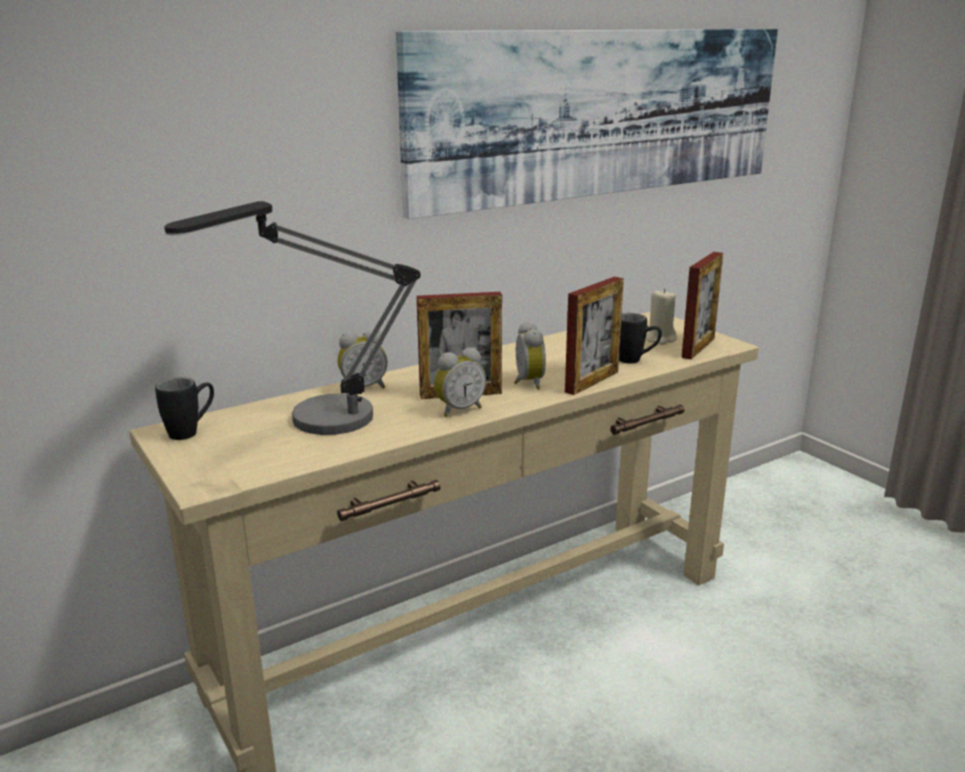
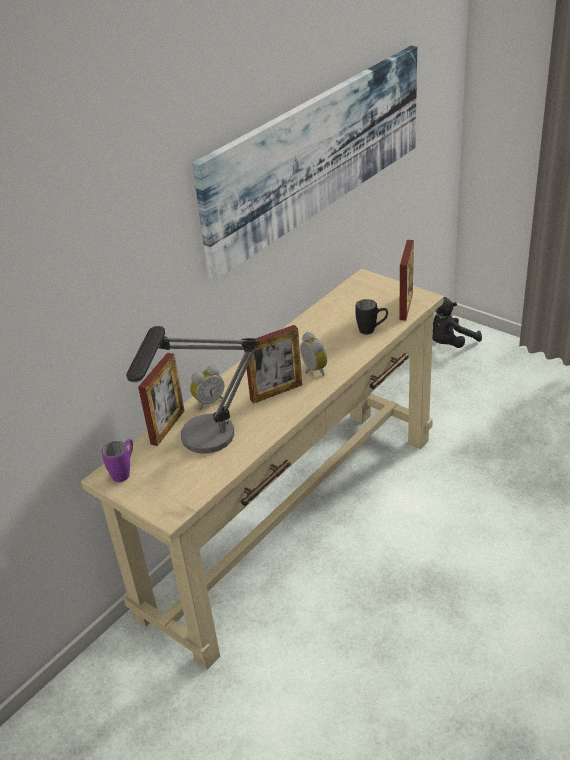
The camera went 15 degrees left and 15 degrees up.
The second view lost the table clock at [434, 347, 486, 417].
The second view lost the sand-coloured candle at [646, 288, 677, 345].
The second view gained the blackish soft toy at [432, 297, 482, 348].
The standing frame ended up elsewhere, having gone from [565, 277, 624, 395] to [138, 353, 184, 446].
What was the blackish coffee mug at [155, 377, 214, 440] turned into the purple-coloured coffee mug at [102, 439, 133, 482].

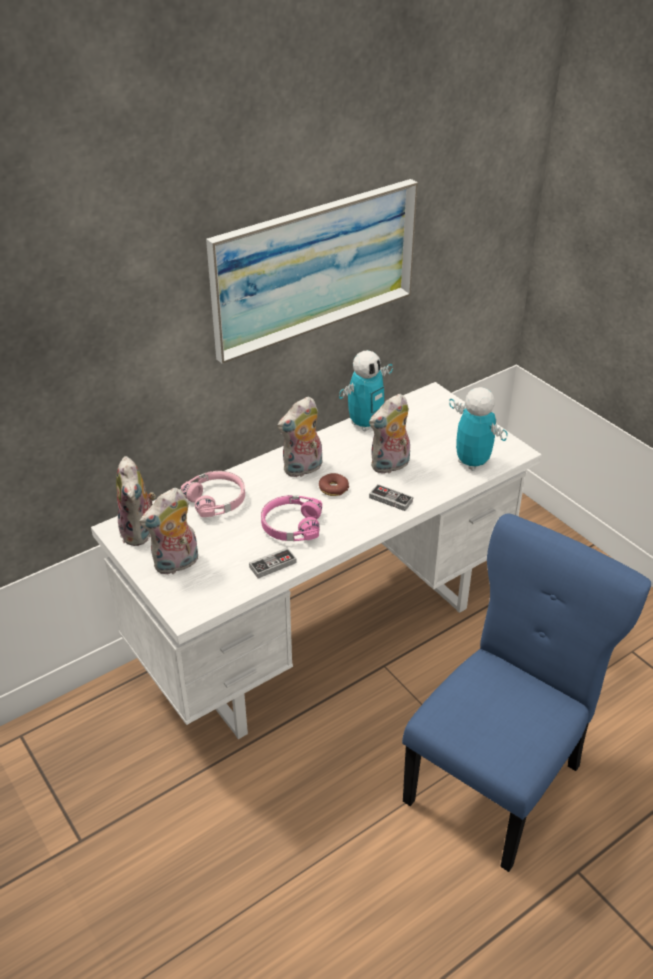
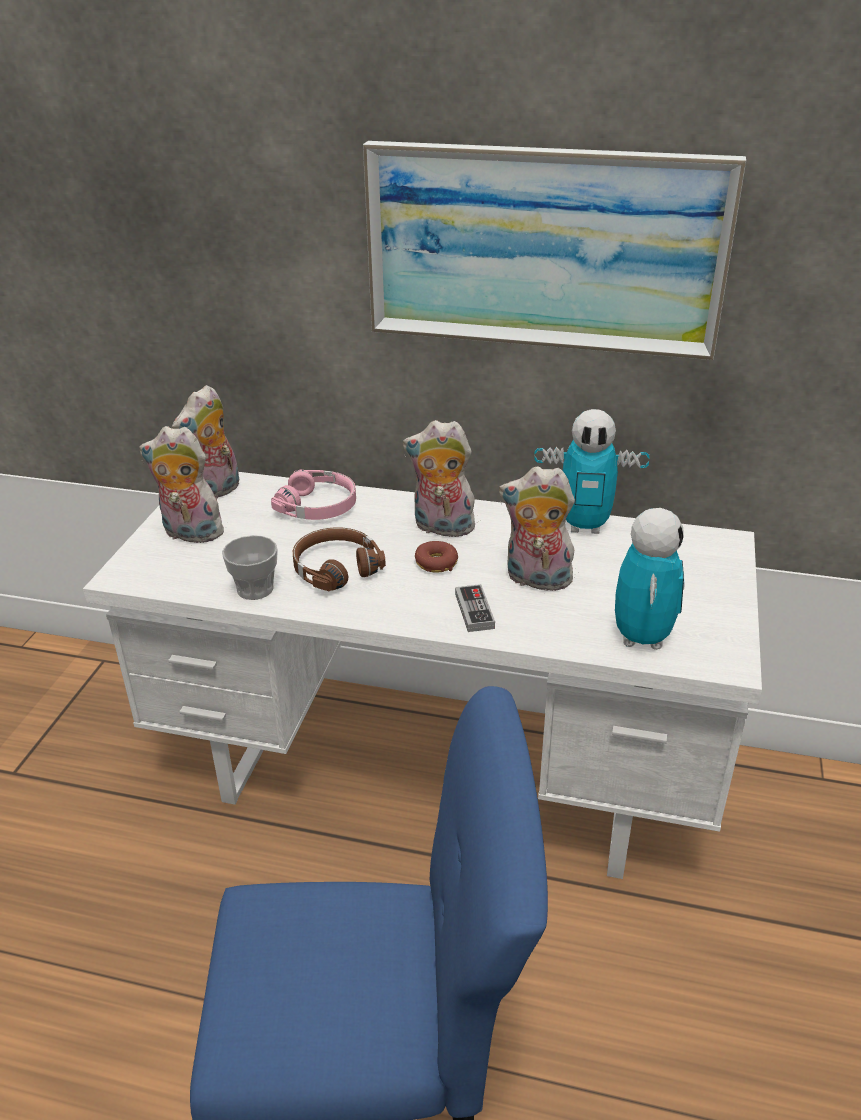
The camera went 50 degrees right and 5 degrees down.
Where the gamepad stood at [249, 548, 297, 579], the drinking cup came to stand at [222, 535, 278, 600].
What was the pink-coloured headphones at [261, 495, 322, 541] turned into the brown-coloured headphones at [293, 527, 386, 592].

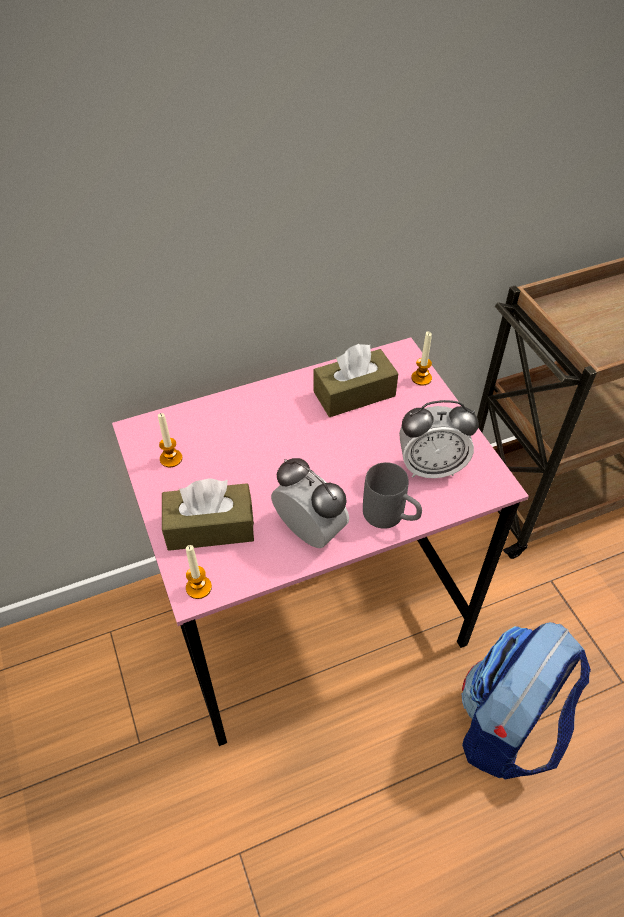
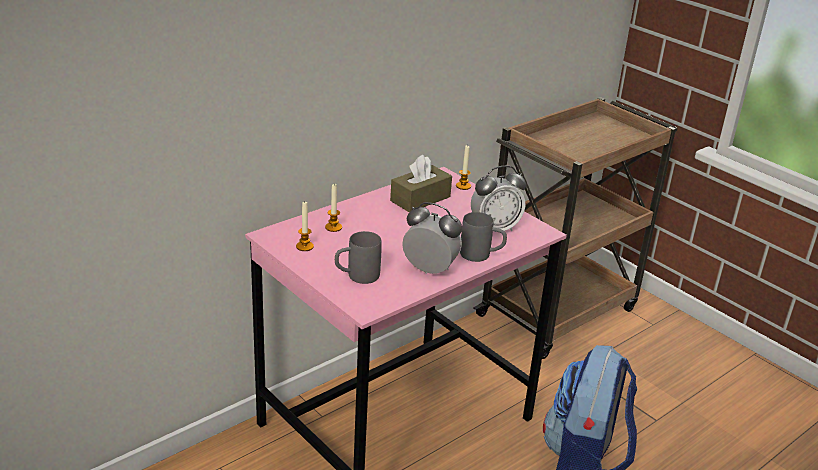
The camera went 20 degrees left and 20 degrees down.
The candle ended up elsewhere, having gone from [186, 545, 212, 599] to [325, 183, 342, 232].
Where the brown-coloured box of tissues stood at [162, 478, 254, 551], the grey coffee mug came to stand at [335, 231, 382, 284].

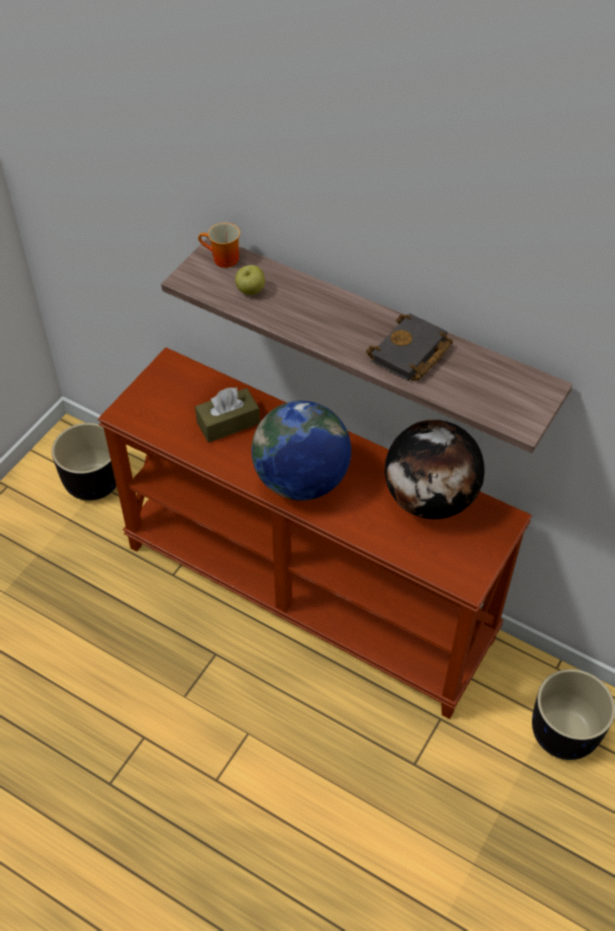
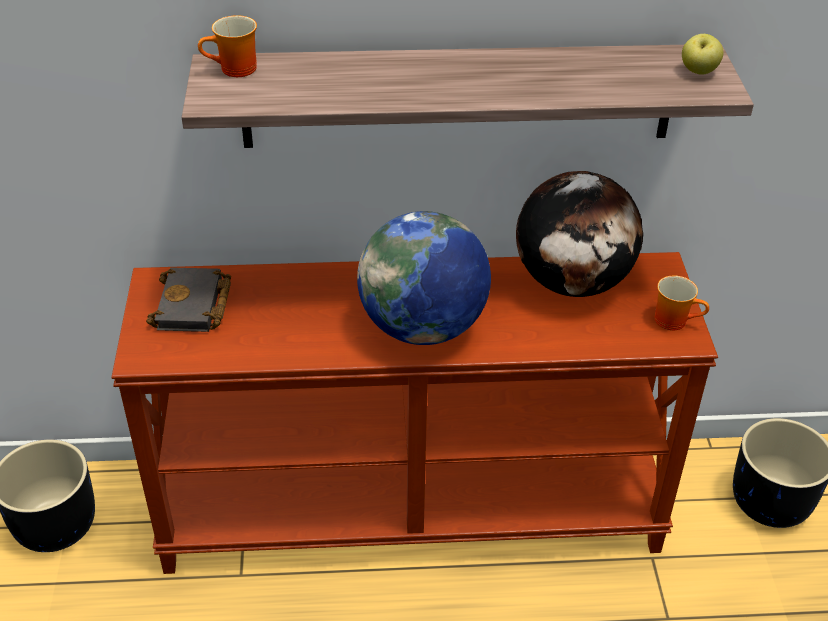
The camera went 35 degrees left and 10 degrees down.
The second view lost the brown-coloured box of tissues at [195, 387, 260, 442].
The second view gained the coffee mug at [655, 276, 709, 331].
The apple ended up elsewhere, having gone from [235, 265, 265, 295] to [682, 34, 724, 75].
The blackish bound book ended up elsewhere, having gone from [366, 313, 453, 381] to [146, 267, 231, 332].

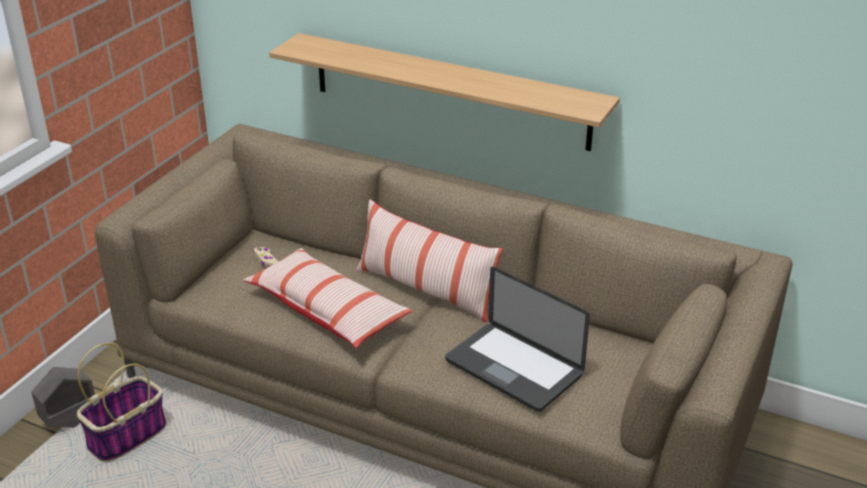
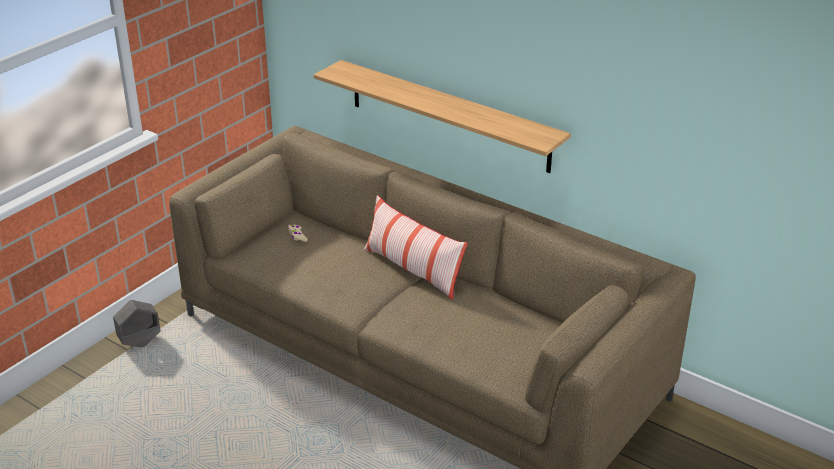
The camera went 10 degrees right and 0 degrees up.
The second view lost the storage basket at [77, 343, 167, 462].
The second view lost the cushion at [243, 248, 413, 348].
The second view lost the portable computer at [445, 267, 590, 412].

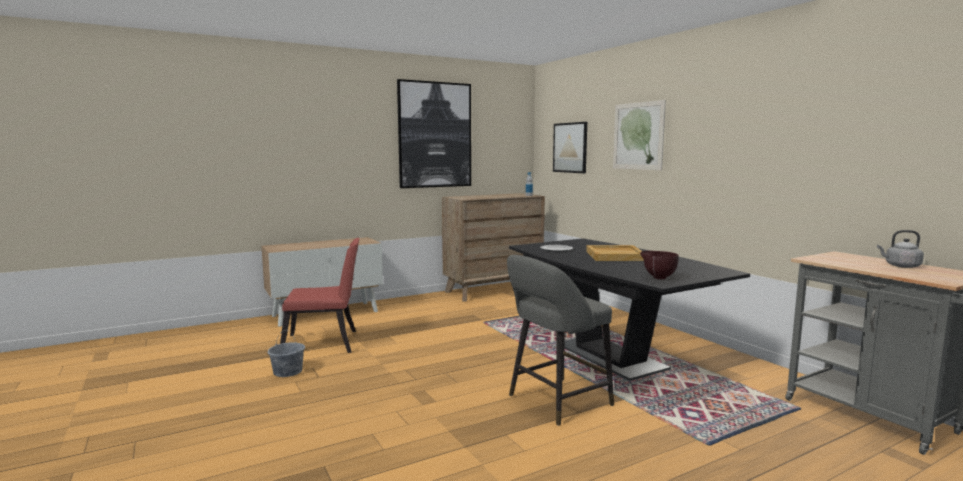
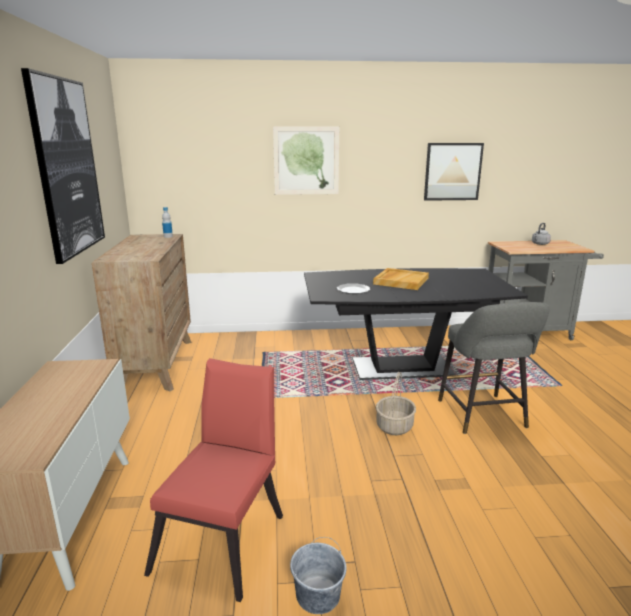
The camera went 65 degrees left and 10 degrees up.
The second view lost the brown-coloured bowl at [640, 251, 679, 279].
The second view gained the storage basket at [376, 372, 416, 435].
The wall picture ended up elsewhere, having gone from [553, 122, 587, 173] to [424, 143, 484, 201].

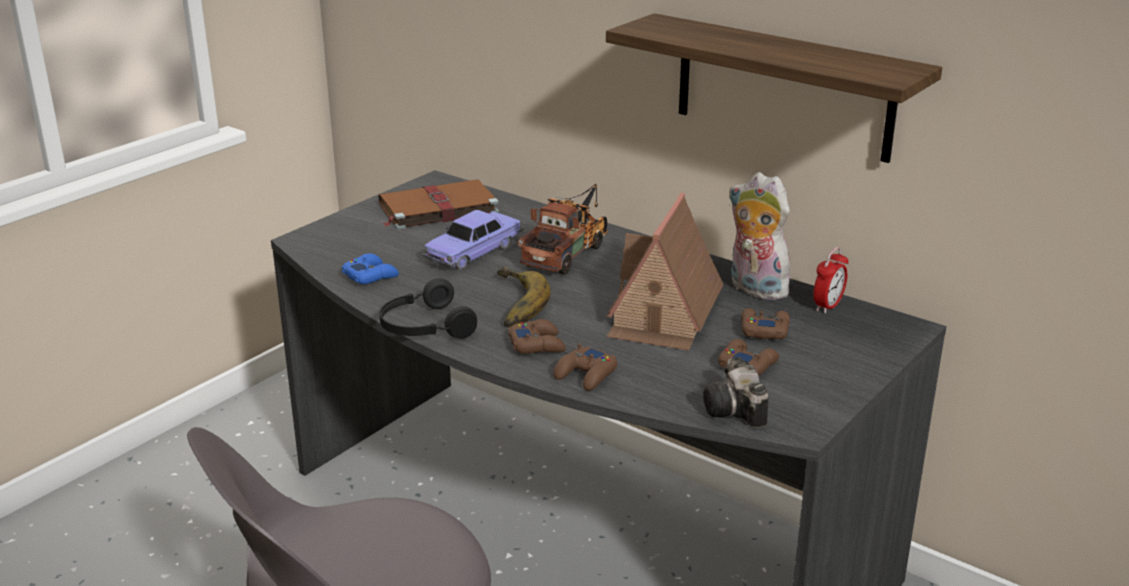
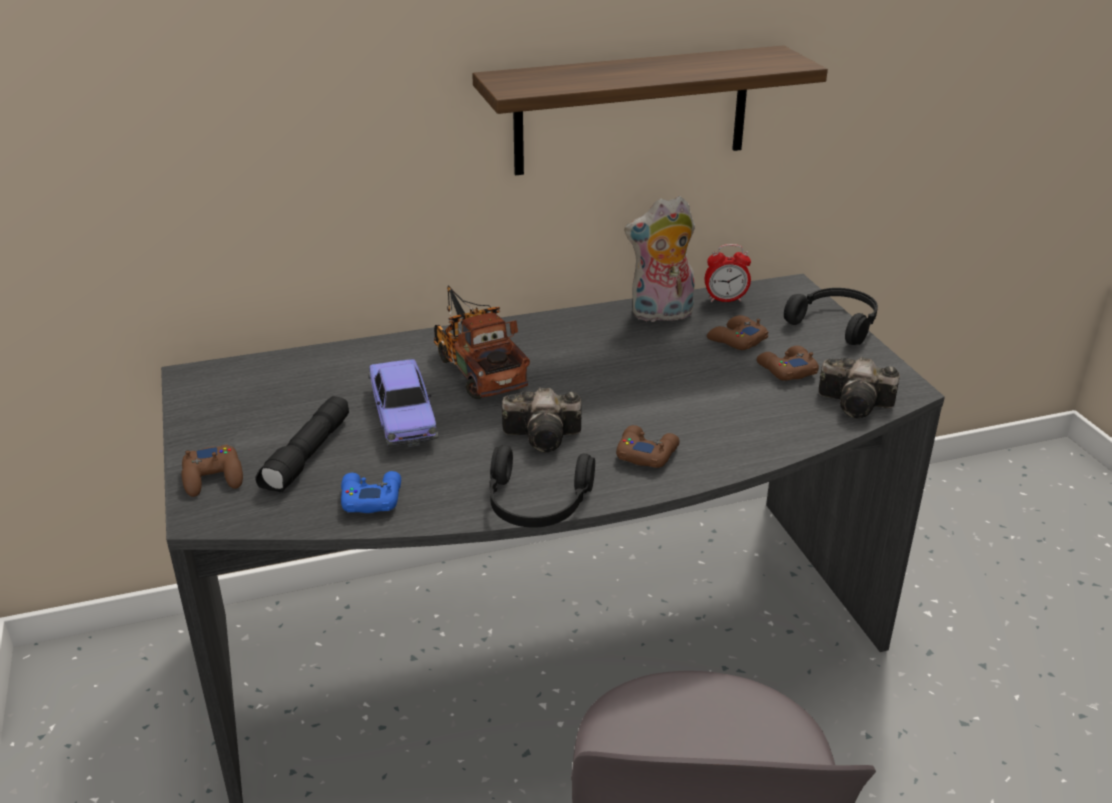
The camera went 55 degrees left and 5 degrees up.
The second view lost the brown-coloured bound book at [378, 179, 499, 230].
The second view lost the model house at [606, 193, 723, 351].
The second view gained the blackish flashlight at [255, 396, 349, 492].
The second view gained the blackish headphones at [784, 288, 878, 345].
The brown-coloured gamepad ended up elsewhere, having gone from [554, 343, 617, 391] to [181, 444, 243, 497].
Where the whole banana stood at [497, 267, 551, 327], the still camera came to stand at [502, 387, 582, 452].
The table clock at [813, 247, 849, 313] ended up facing another way, 105 degrees clockwise from before.

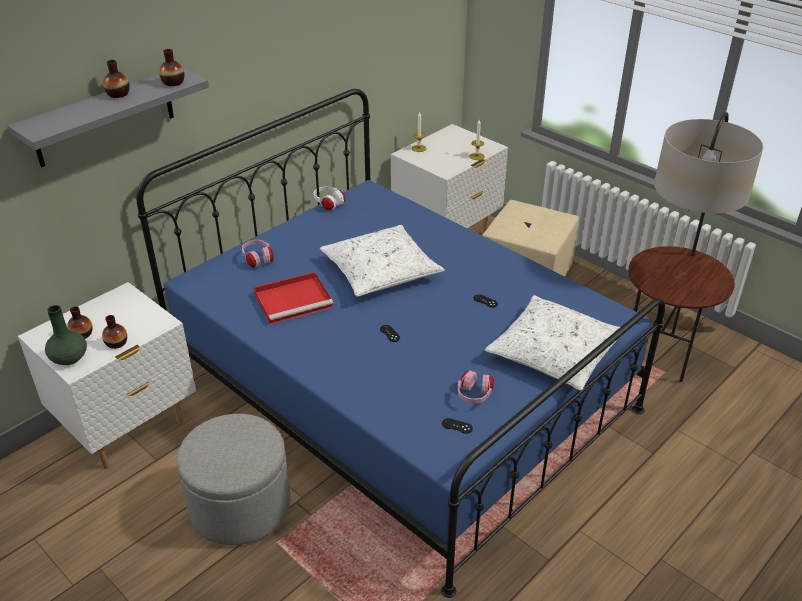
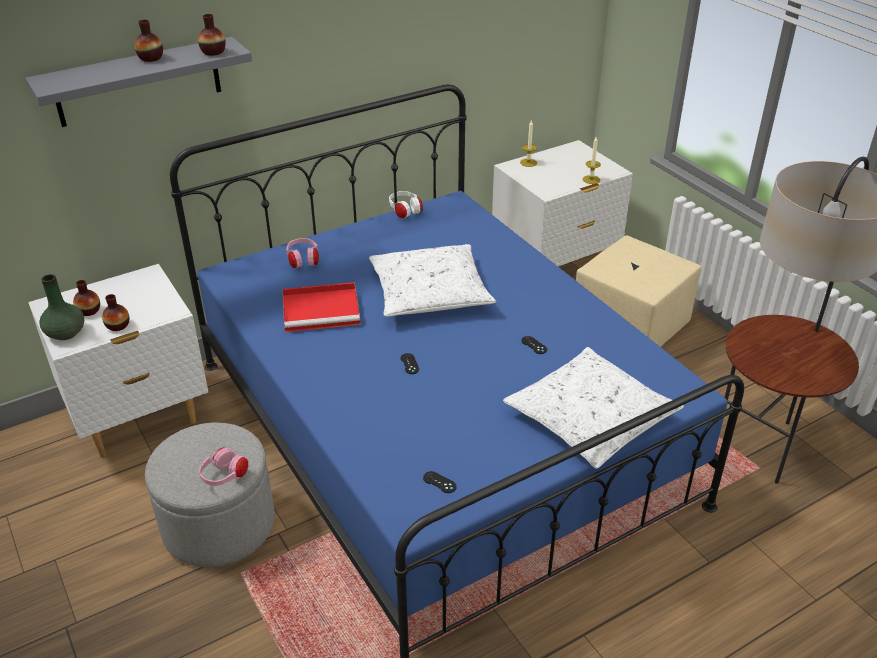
The camera went 15 degrees right and 0 degrees up.
The pink-coloured headphones ended up elsewhere, having gone from [458, 371, 494, 403] to [199, 447, 248, 486].

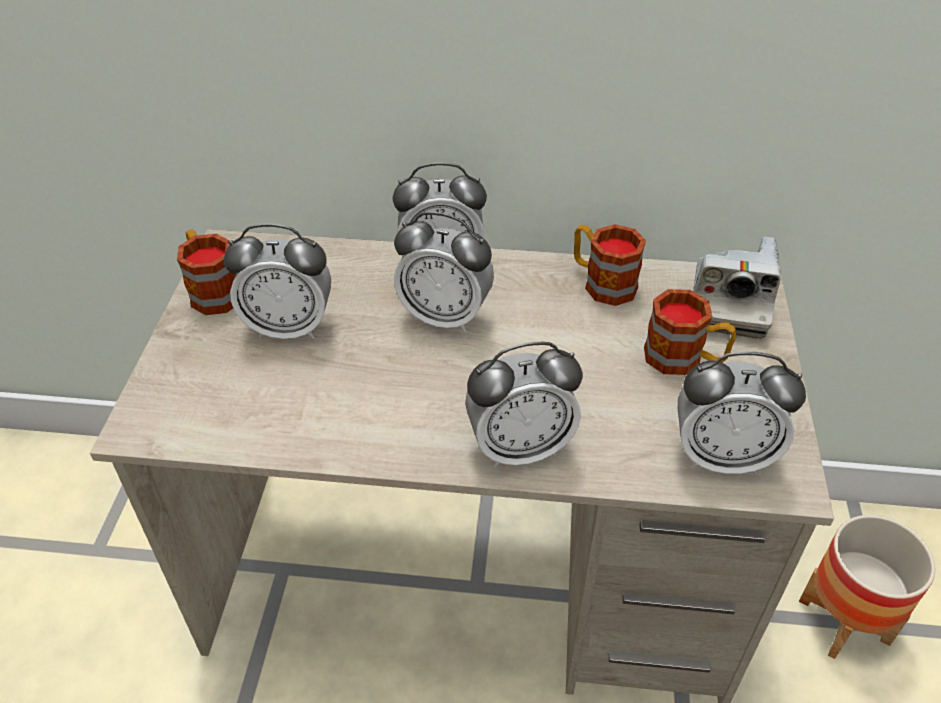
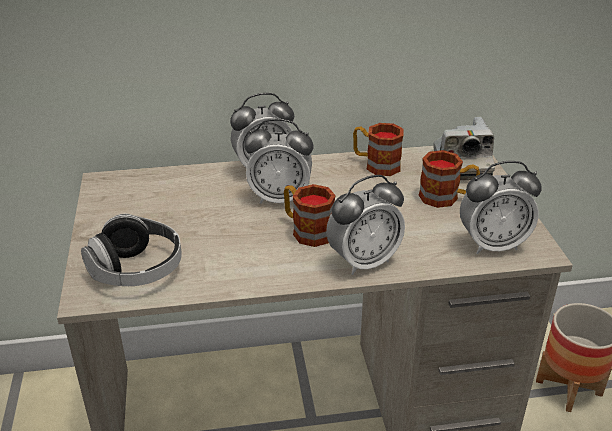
The camera went 15 degrees left and 10 degrees down.
The second view lost the table clock at [224, 224, 331, 339].
The second view gained the headphones at [81, 214, 182, 286].
The coffee mug ended up elsewhere, having gone from [177, 230, 236, 315] to [284, 184, 336, 247].

